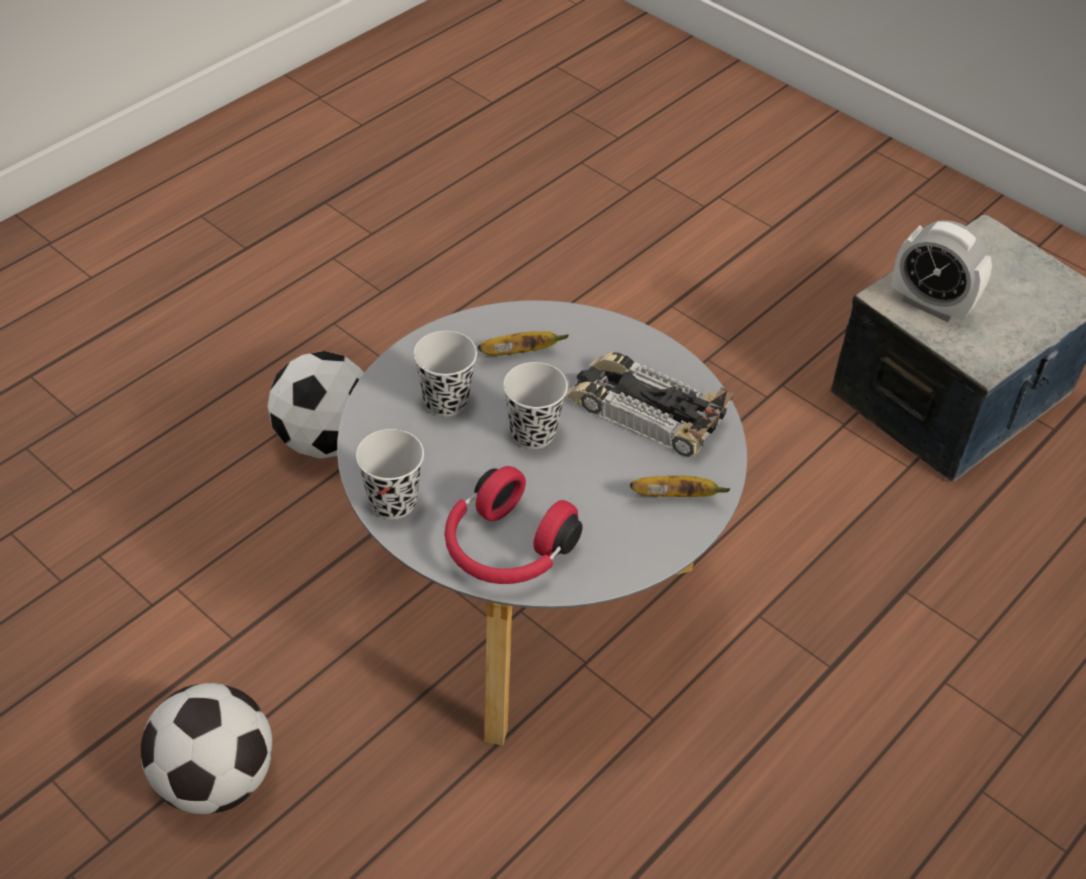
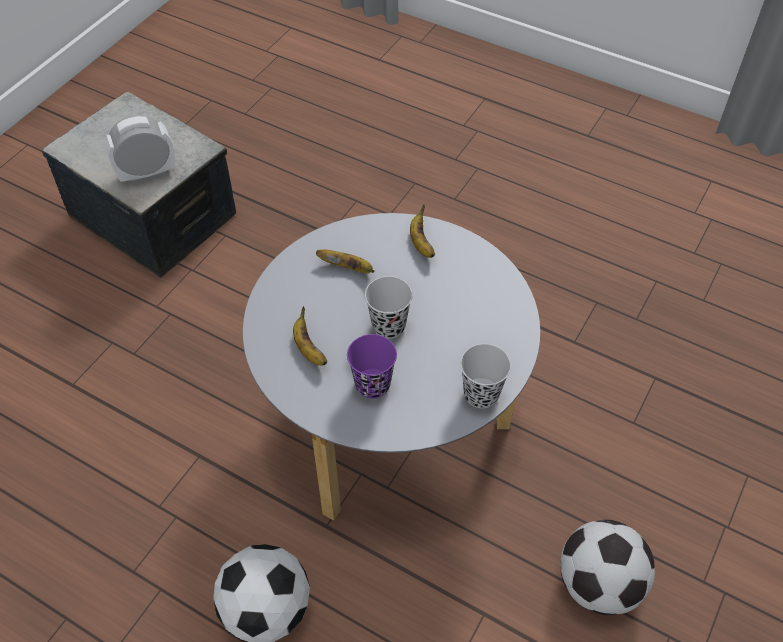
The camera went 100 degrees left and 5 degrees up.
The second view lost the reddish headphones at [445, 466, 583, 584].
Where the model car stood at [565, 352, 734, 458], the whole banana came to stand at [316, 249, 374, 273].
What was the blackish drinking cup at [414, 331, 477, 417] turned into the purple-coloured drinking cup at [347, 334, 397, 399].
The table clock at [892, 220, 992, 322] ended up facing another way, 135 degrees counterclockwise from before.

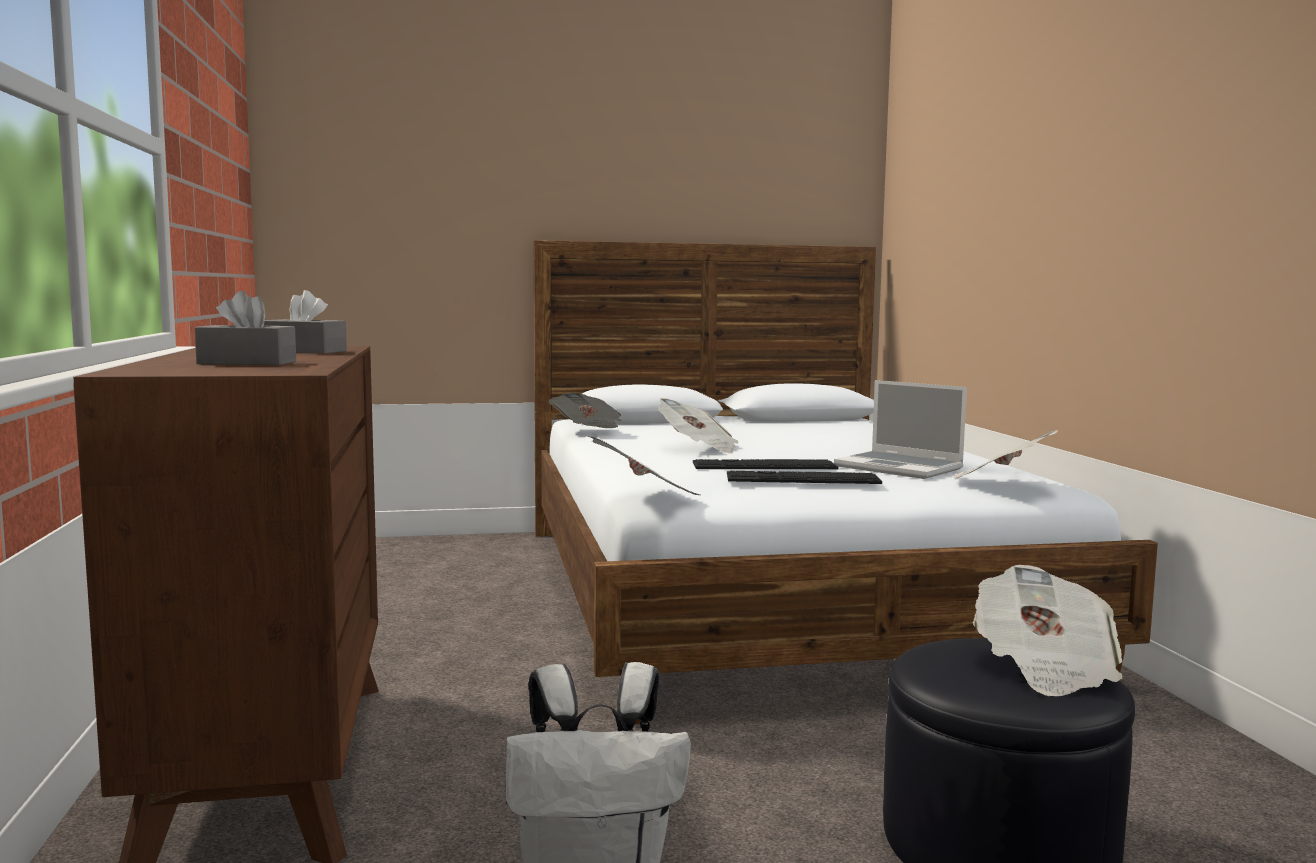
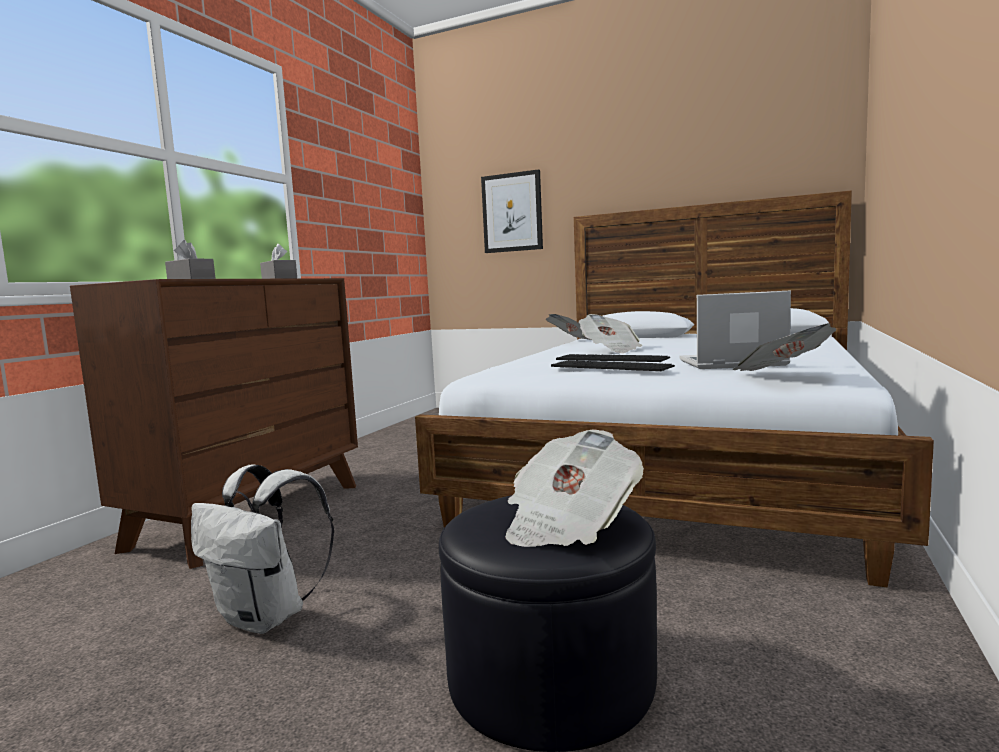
The camera went 35 degrees right and 0 degrees up.
The second view lost the newspaper at [586, 436, 700, 495].
The second view gained the wall picture at [481, 169, 543, 253].
The portable computer at [834, 380, 967, 479] ended up facing another way, 105 degrees clockwise from before.

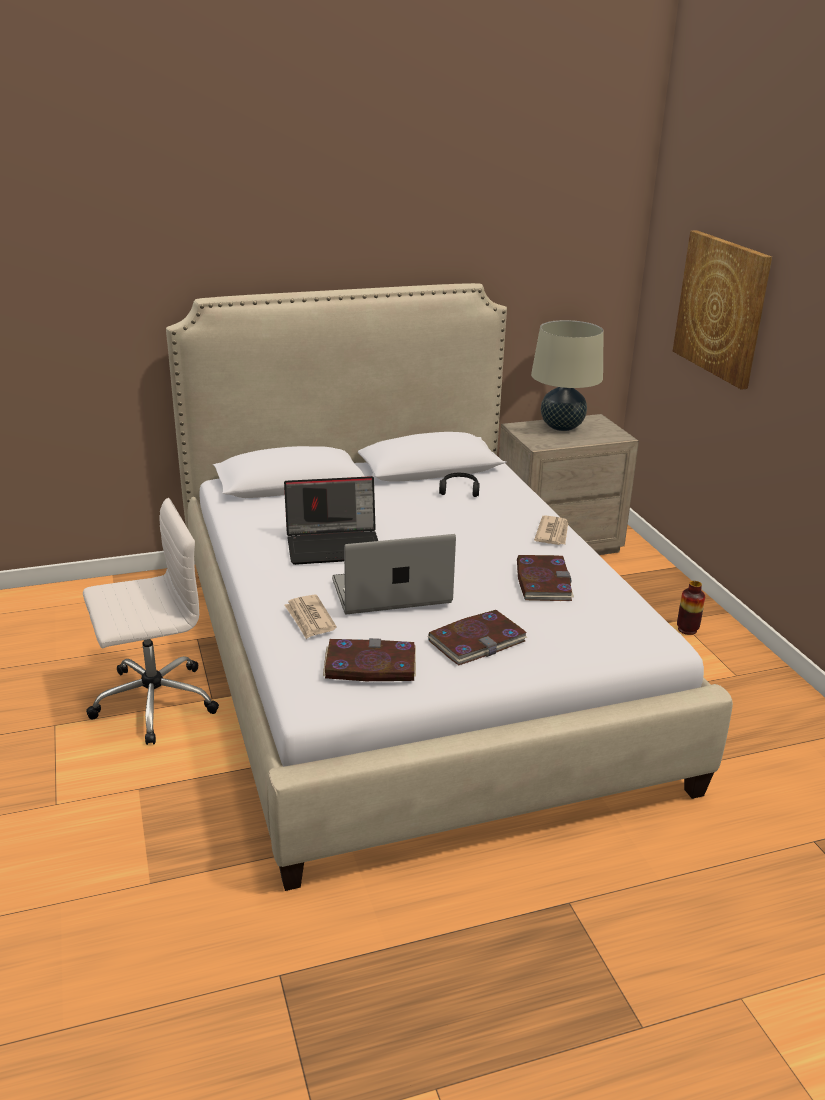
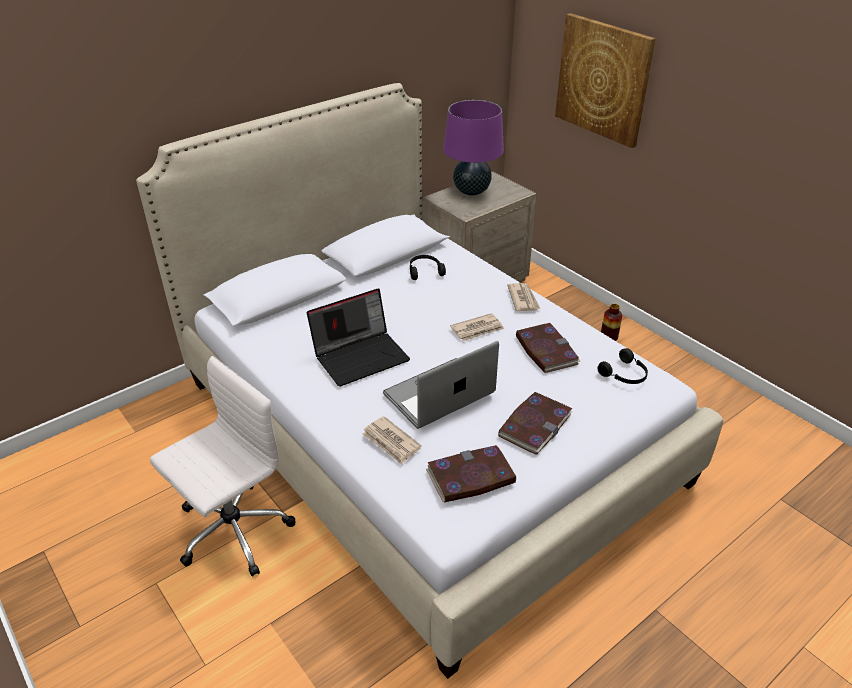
The camera went 20 degrees left and 10 degrees up.
The second view gained the newspaper at [450, 313, 504, 341].
The second view gained the blackish headphones at [598, 348, 648, 384].
What was the sand-coloured tabletop lamp at [531, 320, 604, 431] turned into the purple-coloured tabletop lamp at [443, 100, 504, 195].

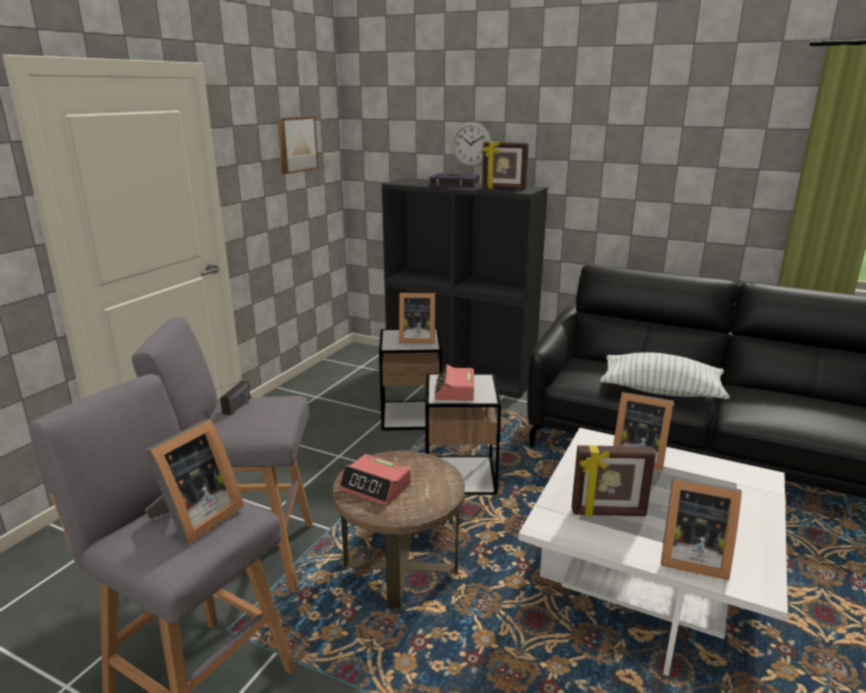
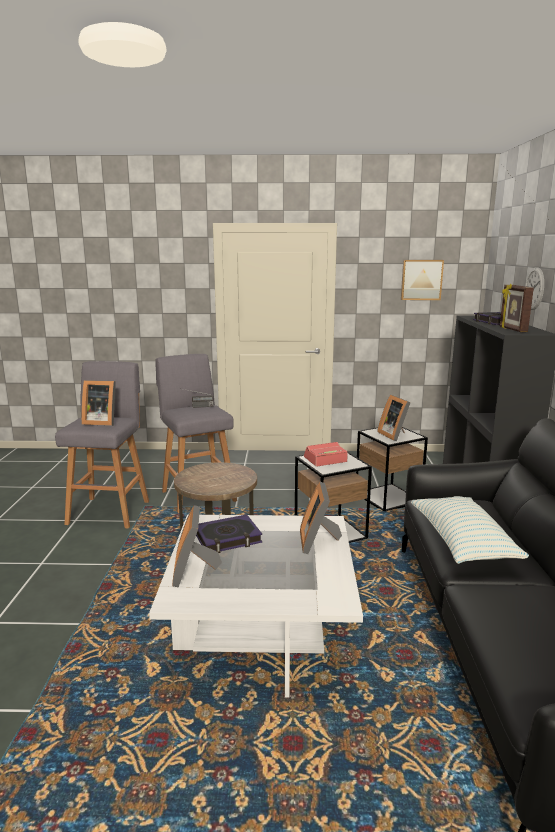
The camera went 65 degrees right and 5 degrees down.
The second view lost the table clock at [339, 454, 411, 506].
Where the standing frame stood at [572, 445, 656, 516], the bound book came to stand at [196, 514, 262, 553].

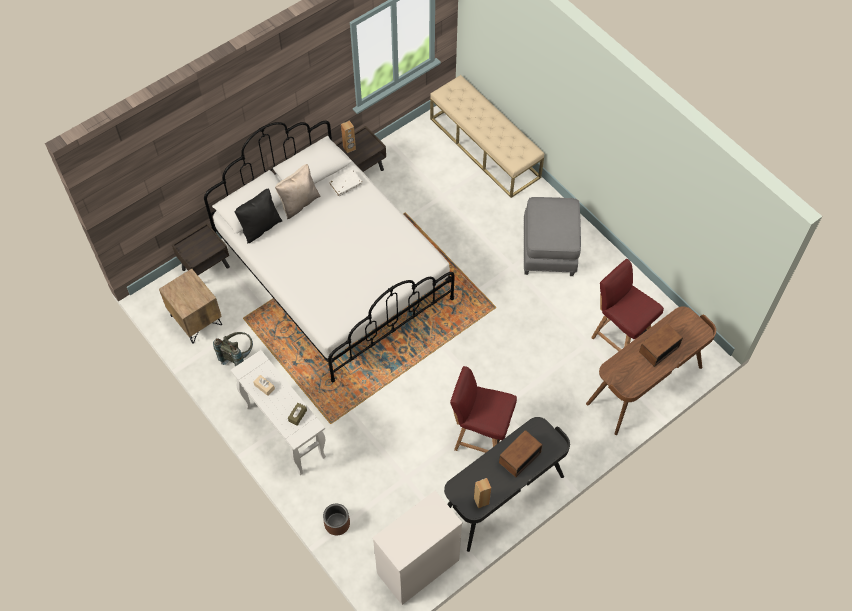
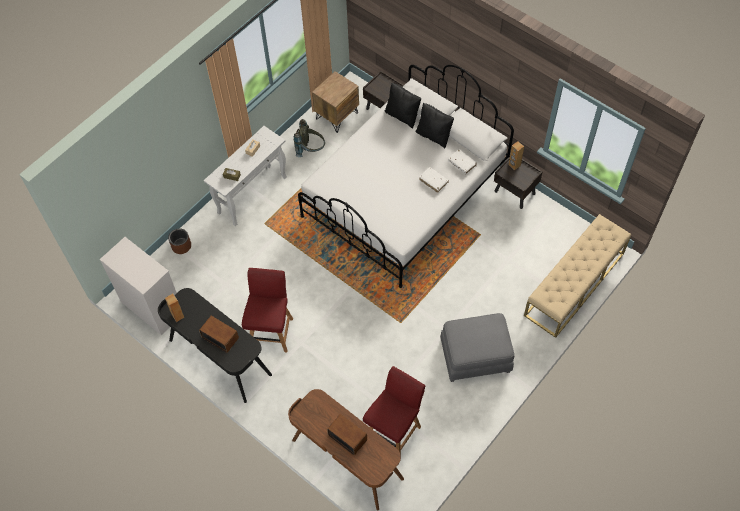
The camera went 80 degrees right and 0 degrees up.
The second view gained the whitish bound book at [419, 167, 449, 193].
What was the sand-coloured cushion at [275, 164, 320, 219] turned into the blackish cushion at [415, 103, 454, 148].

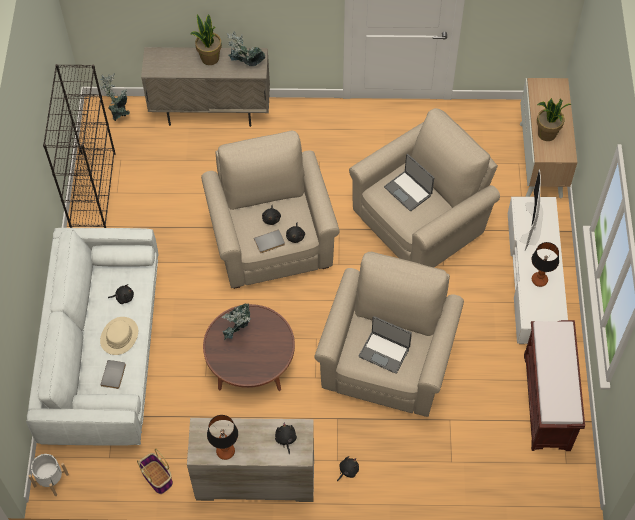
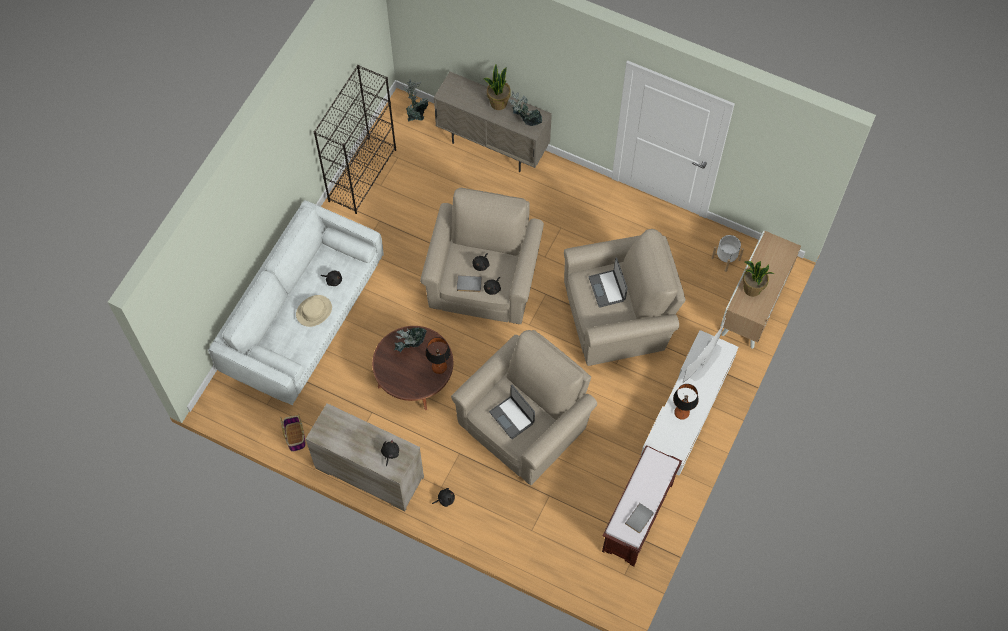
The camera went 25 degrees right and 5 degrees up.
The whitish flower pot ended up elsewhere, having gone from [28, 454, 69, 496] to [711, 235, 744, 272].
The grey bound book ended up elsewhere, having gone from [101, 360, 126, 389] to [625, 503, 654, 533].
The tabletop lamp ended up elsewhere, having gone from [207, 415, 238, 460] to [425, 337, 451, 374].

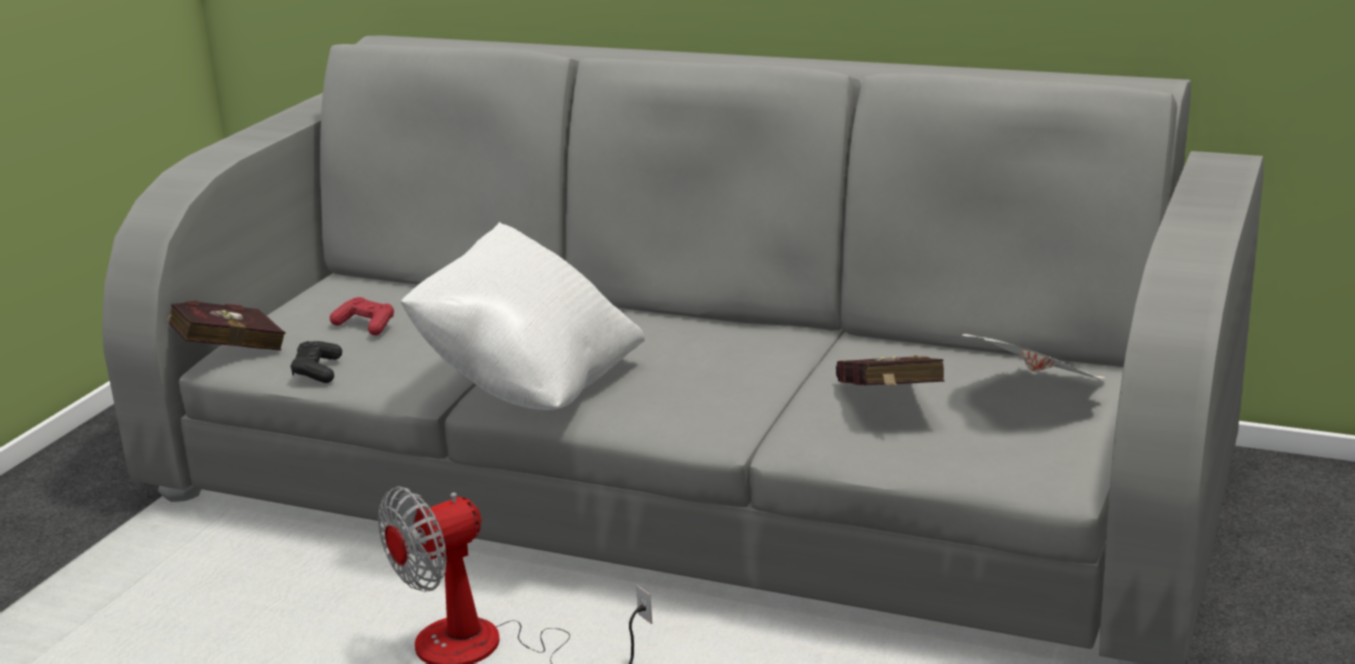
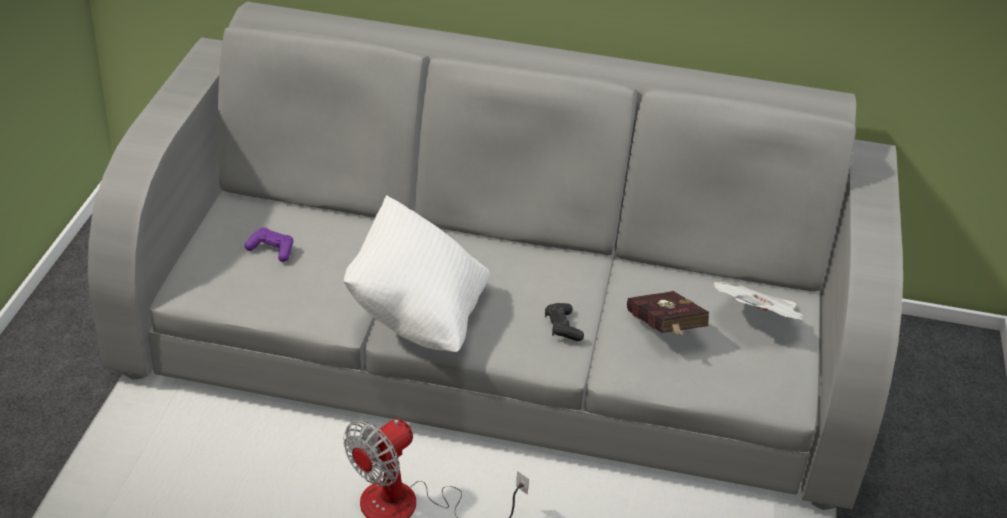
The camera went 15 degrees left and 15 degrees up.
The second view lost the reddish bound book at [166, 301, 286, 351].
The blackish gamepad ended up elsewhere, having gone from [291, 341, 342, 383] to [545, 303, 584, 341].
What was the reddish gamepad at [330, 297, 394, 336] turned into the purple-coloured gamepad at [245, 228, 293, 262].

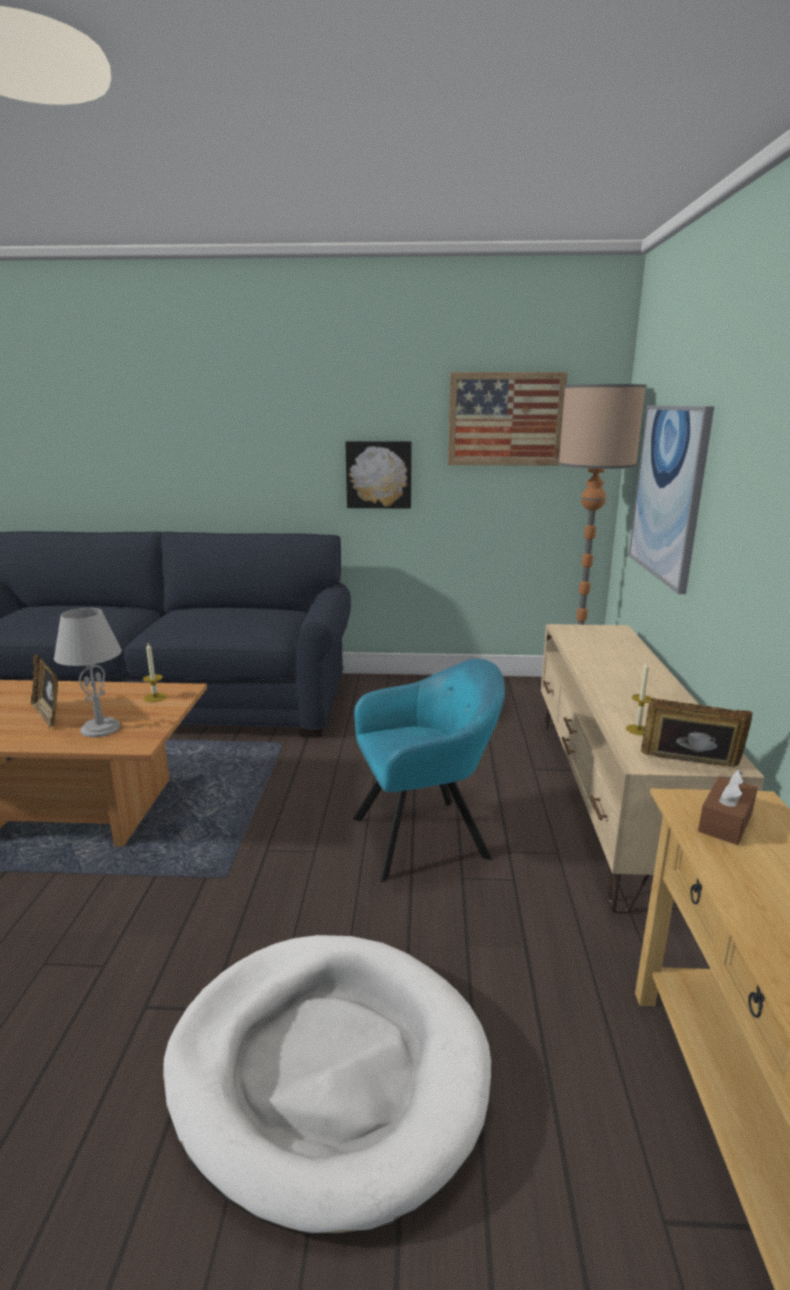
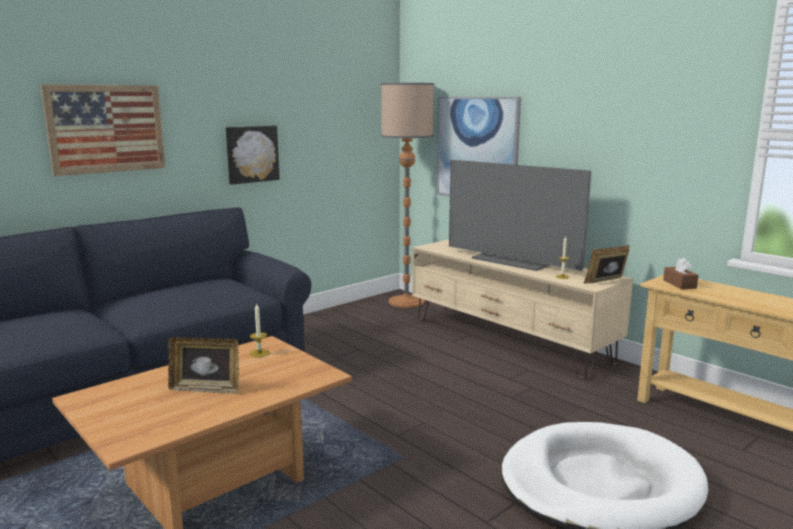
The camera went 45 degrees left and 5 degrees down.
The second view lost the grey tabletop lamp at [54, 608, 122, 737].
The second view lost the blue-green lounge chair at [353, 659, 505, 882].
The second view gained the TV at [449, 160, 591, 271].
The wall picture ended up elsewhere, having gone from [448, 372, 568, 466] to [41, 84, 165, 176].

